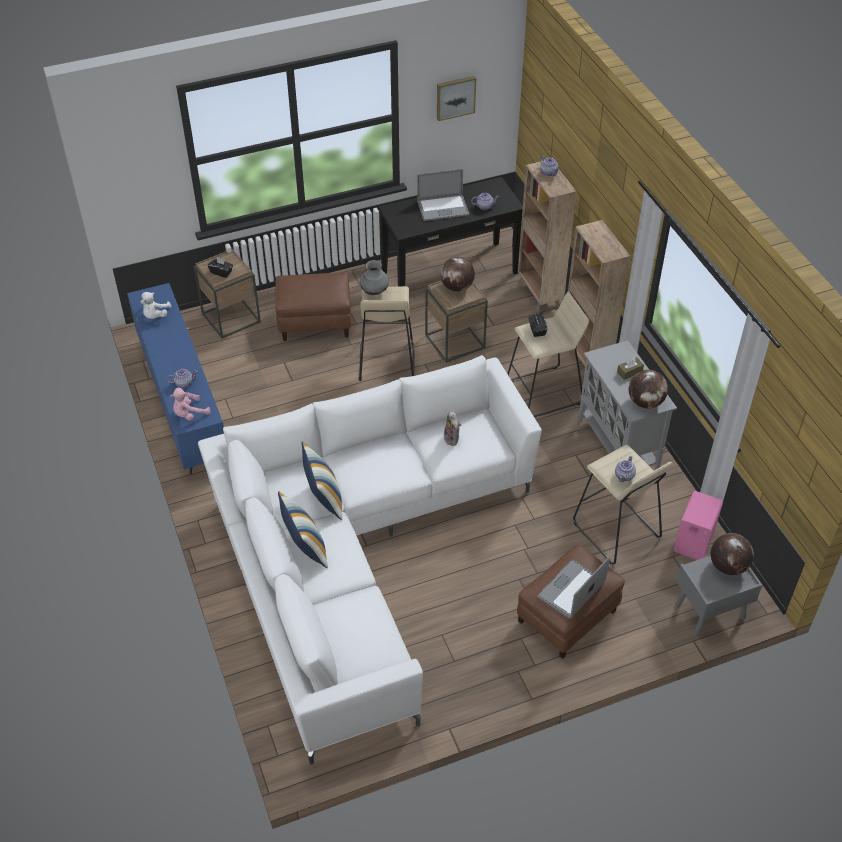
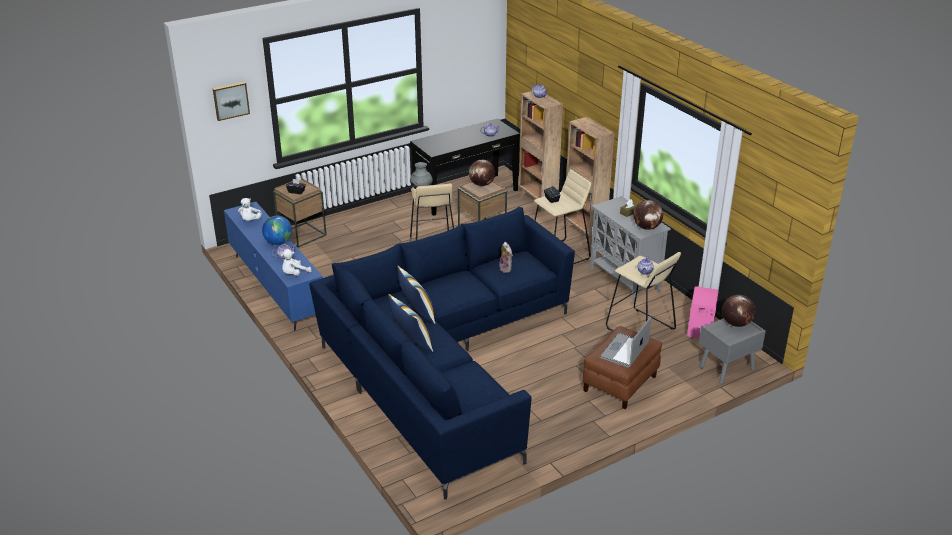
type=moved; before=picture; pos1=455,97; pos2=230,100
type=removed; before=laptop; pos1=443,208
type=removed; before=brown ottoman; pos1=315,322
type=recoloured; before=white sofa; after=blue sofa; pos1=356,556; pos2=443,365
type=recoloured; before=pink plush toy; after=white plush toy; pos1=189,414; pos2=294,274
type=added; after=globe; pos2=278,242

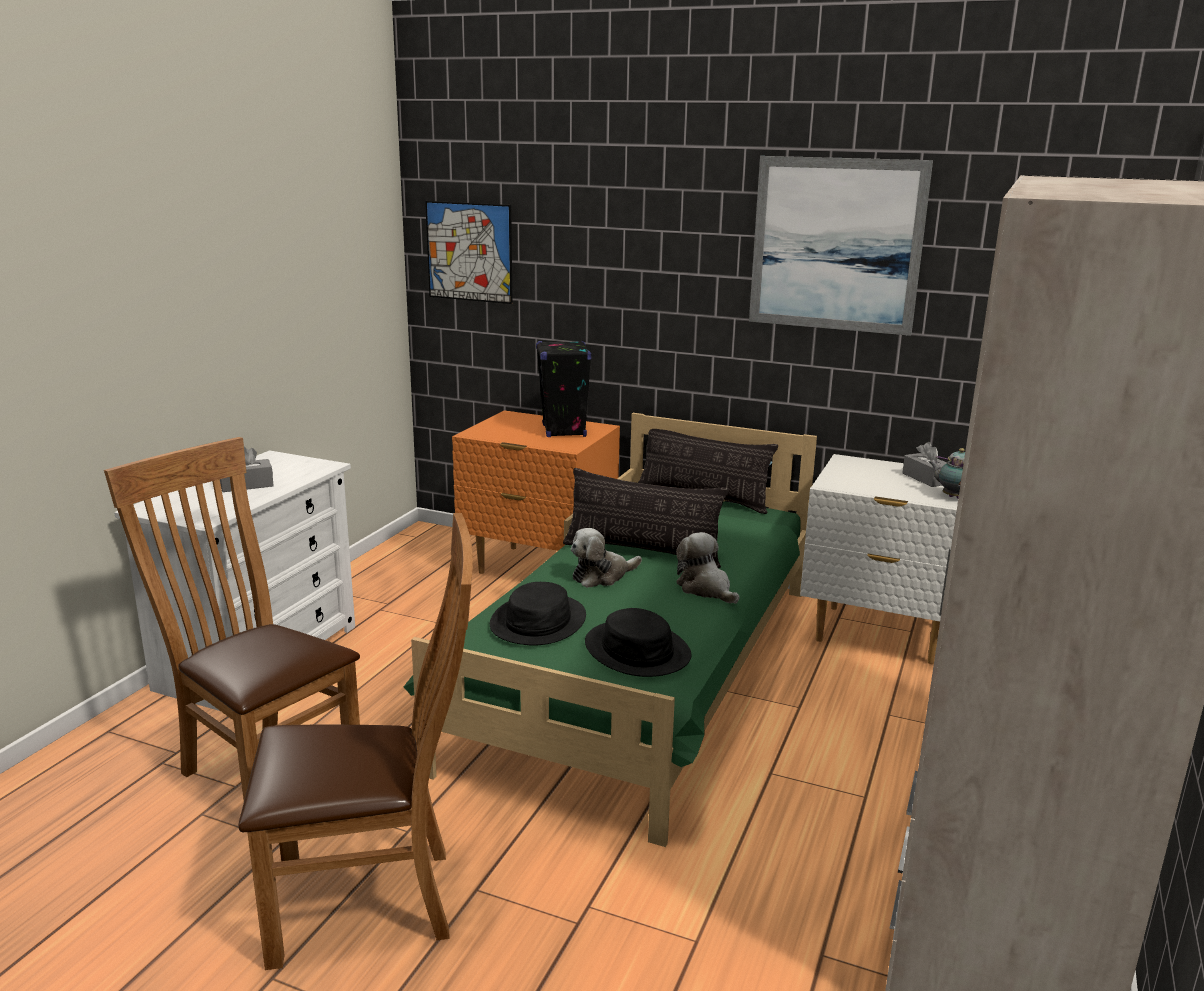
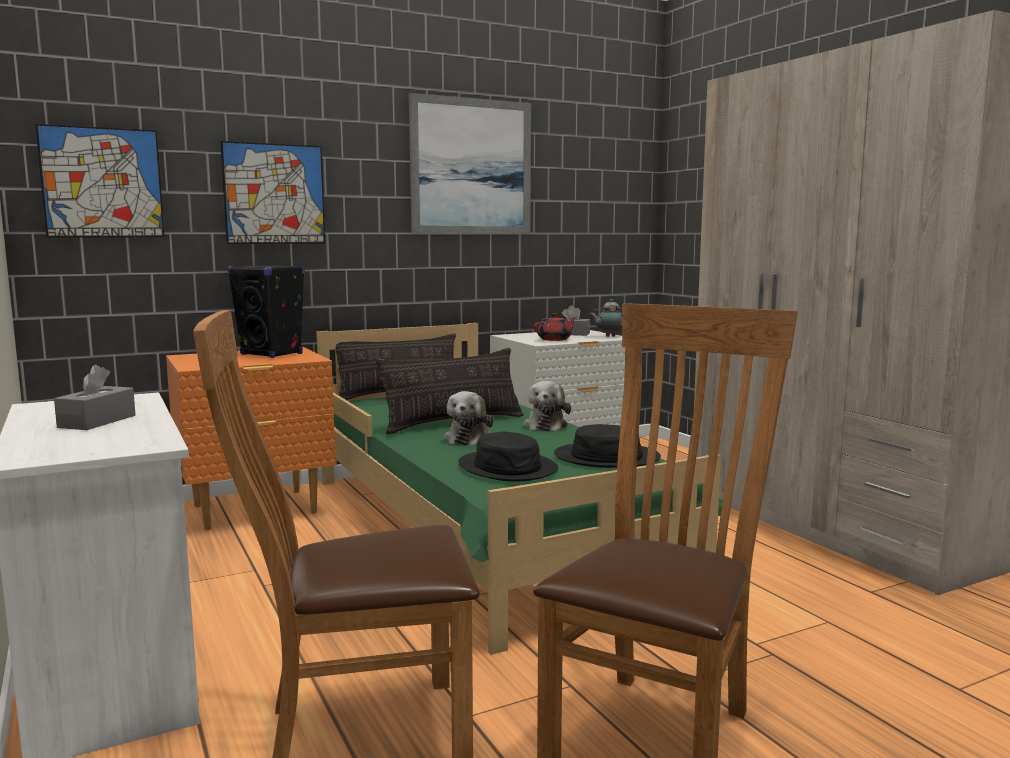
type=turned; before=plush toy; pos1=706,589; pos2=546,425; turn=-90
type=added; after=picture; pos2=274,194
type=added; after=red teapot; pos2=555,339

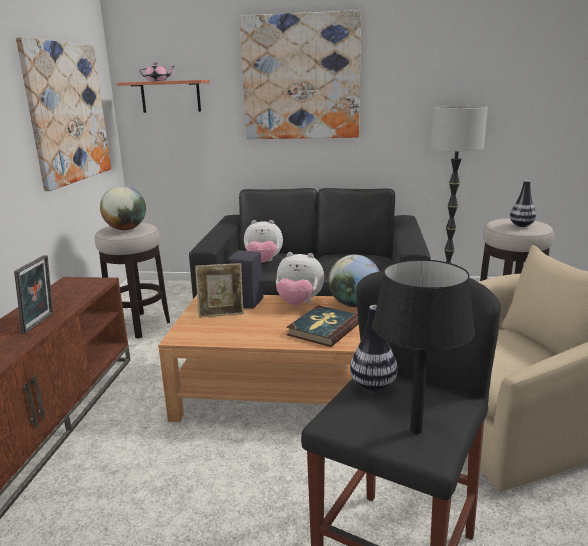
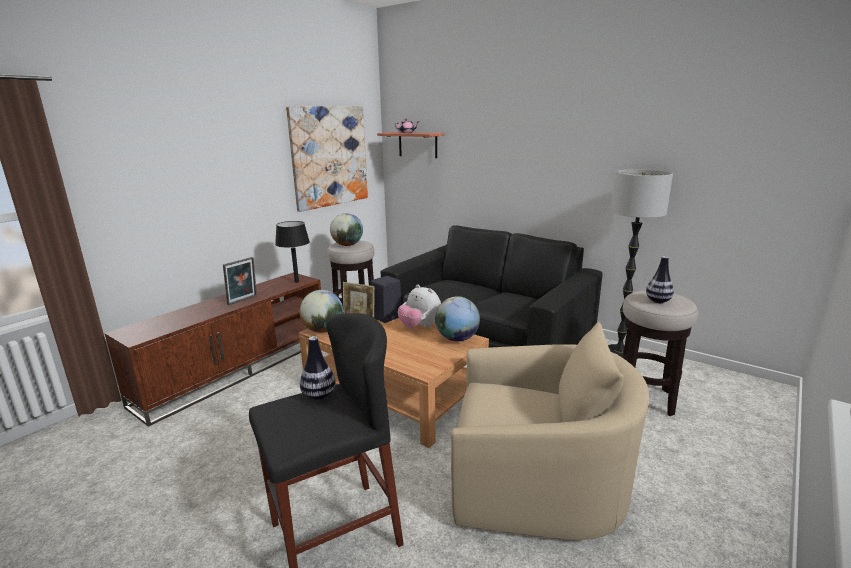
type=removed; before=picture; pos1=301,78
type=removed; before=plush toy; pos1=263,262
type=moved; before=black table lamp; pos1=416,430; pos2=296,282
type=removed; before=book; pos1=324,329
type=added; after=globe; pos2=323,330

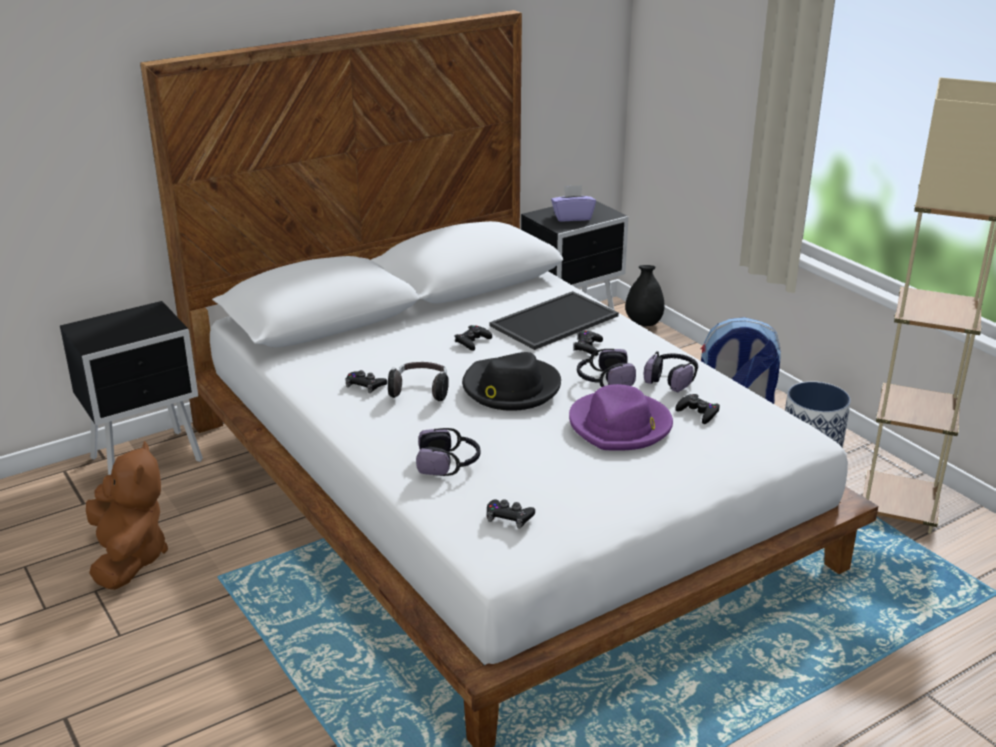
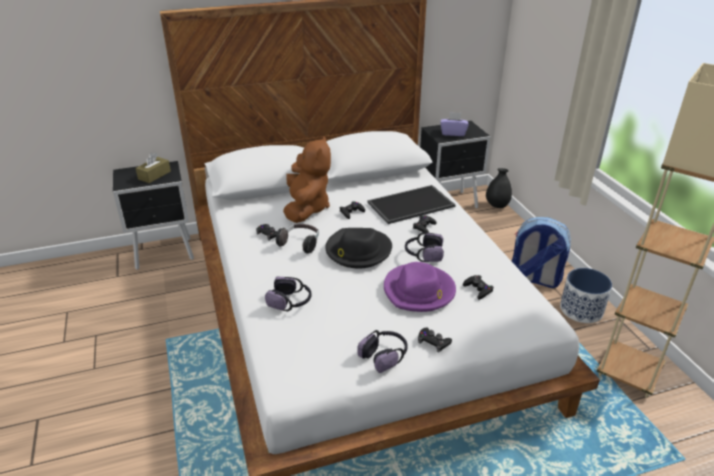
type=moved; before=headphones; pos1=672,379; pos2=384,355
type=moved; before=brown plush toy; pos1=129,558; pos2=306,208
type=moved; before=black game controller; pos1=509,517; pos2=433,342
type=added; after=brown tissue box; pos2=154,175

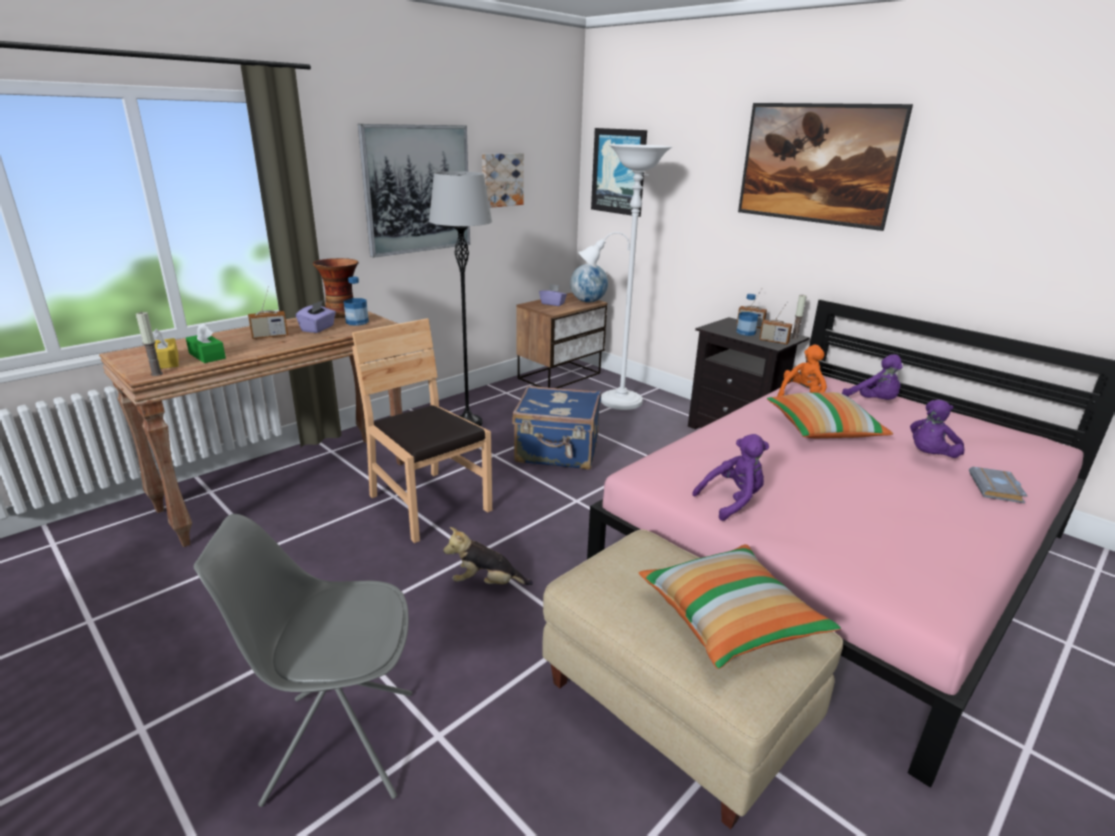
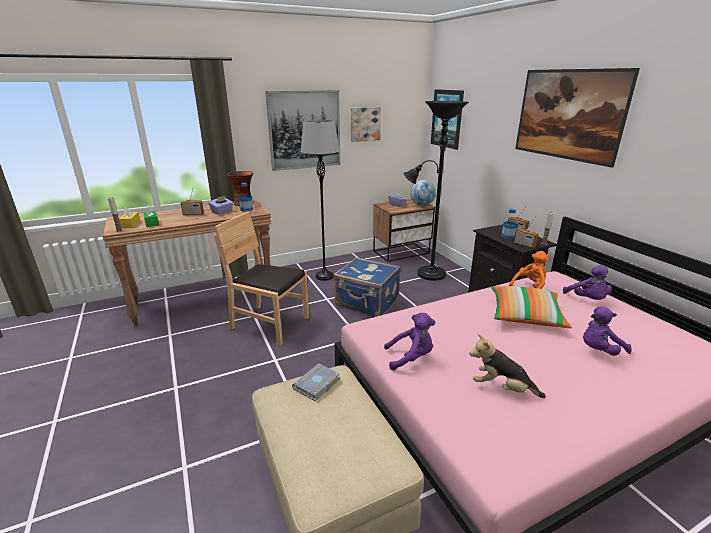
type=recoloured; before=white floor lamp; after=black floor lamp; pos1=615,401; pos2=427,273
type=turned; before=brown chair; pos1=428,504; pos2=269,323; turn=-45
type=moved; before=grey book; pos1=997,489; pos2=317,385
type=removed; before=grey chair; pos1=338,745
type=moved; before=plush toy; pos1=487,583; pos2=501,388
type=removed; before=pillow; pos1=730,619

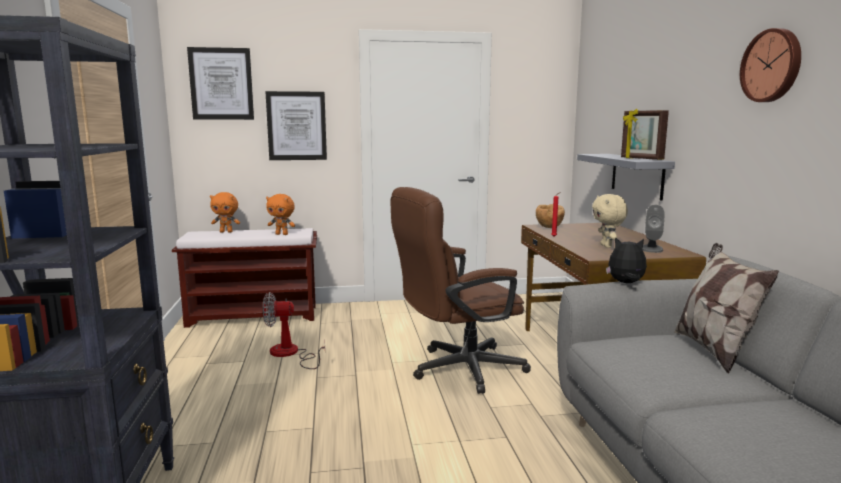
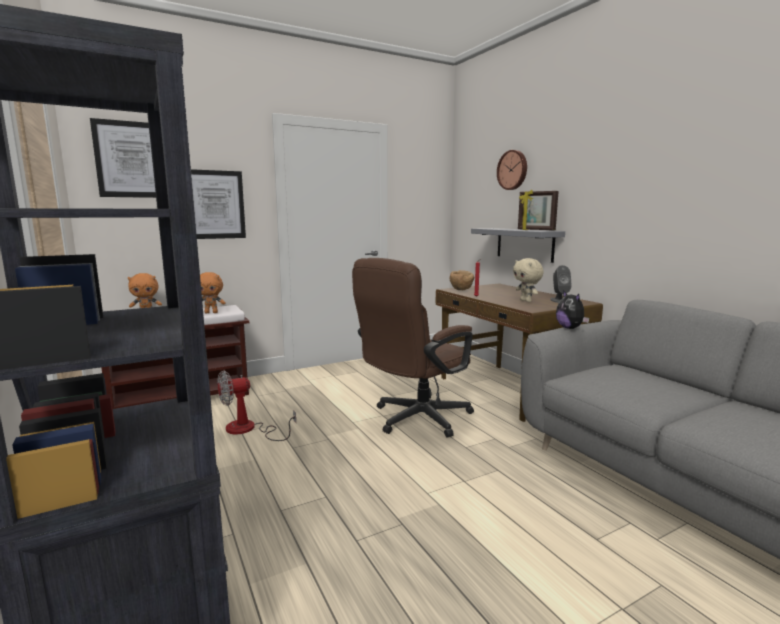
type=moved; before=wall clock; pos1=772,66; pos2=513,170
type=turned; before=plush toy; pos1=626,283; pos2=570,328; turn=-105
type=removed; before=pillow; pos1=714,350

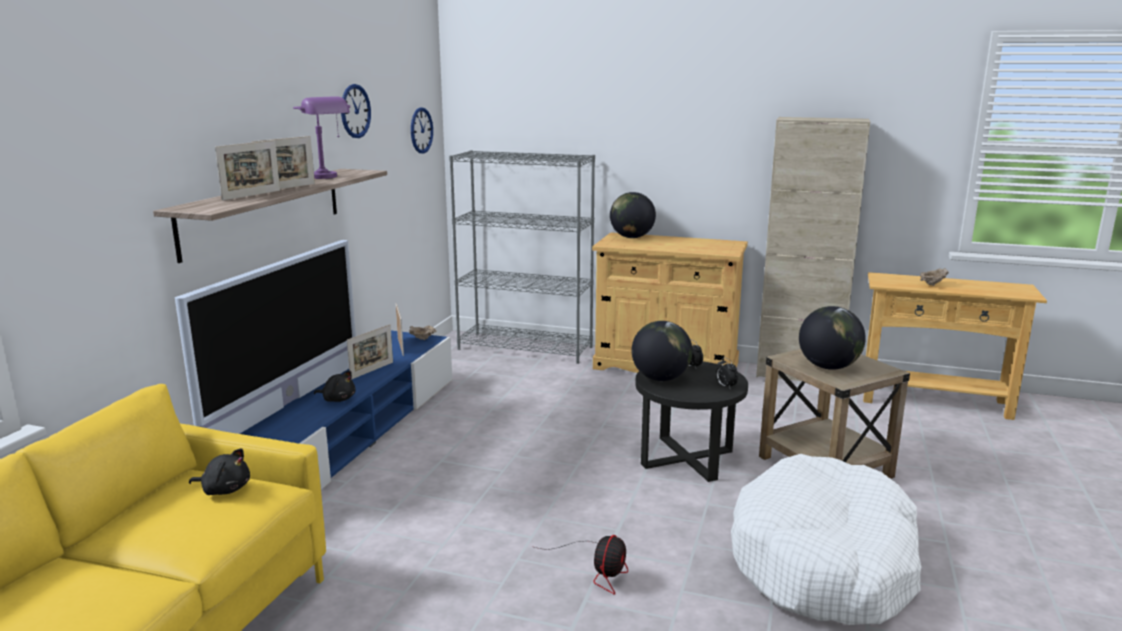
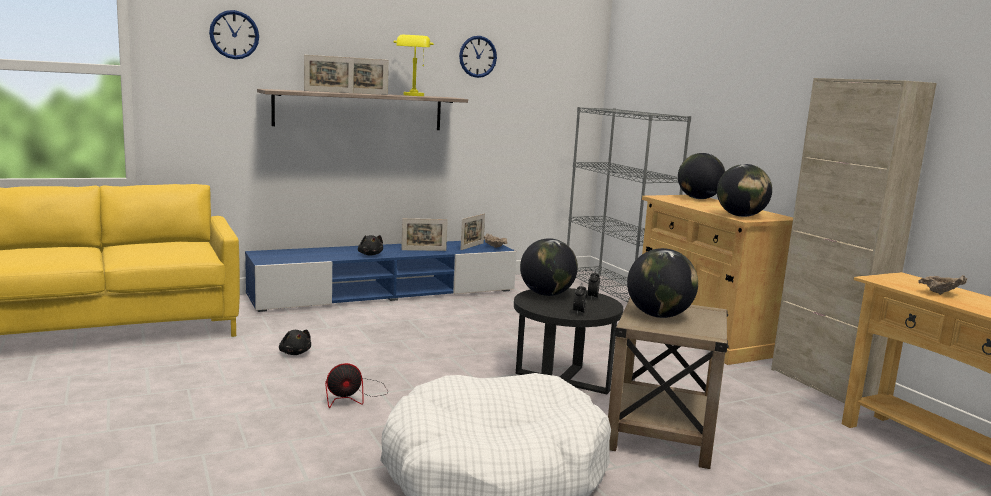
type=recoloured; before=purple table lamp; after=yellow table lamp; pos1=328,177; pos2=413,95
type=moved; before=wall clock; pos1=421,130; pos2=234,34
type=removed; before=television; pos1=288,403
type=moved; before=black plush toy; pos1=224,490; pos2=295,353
type=added; after=globe; pos2=740,216

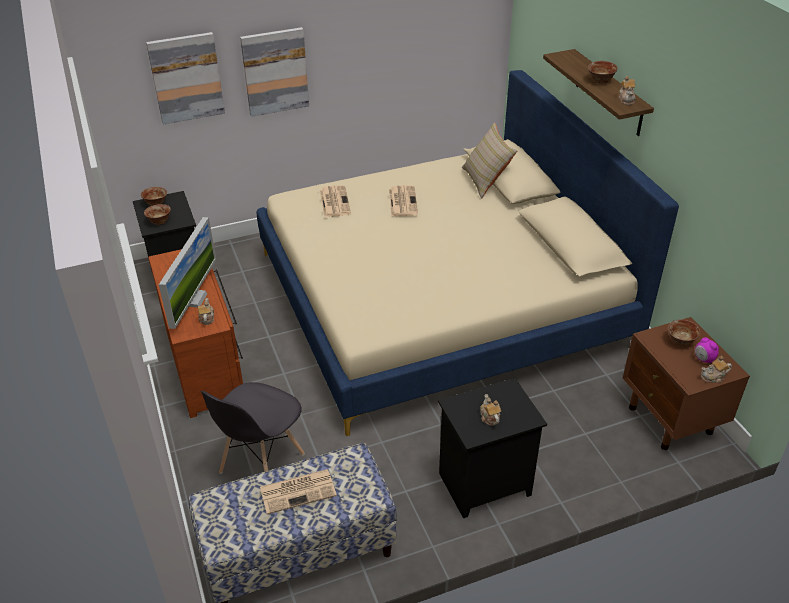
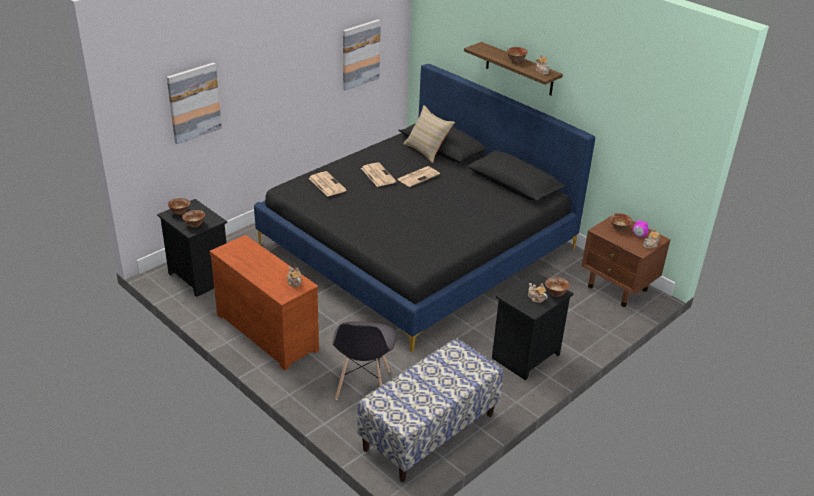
type=moved; before=picture; pos1=275,71; pos2=360,54
type=recoloured; before=beige bed; after=black bed; pos1=440,299; pos2=418,246
type=removed; before=monitor; pos1=194,299
type=moved; before=newspaper; pos1=299,491; pos2=418,176
type=added; after=bowl; pos2=555,293

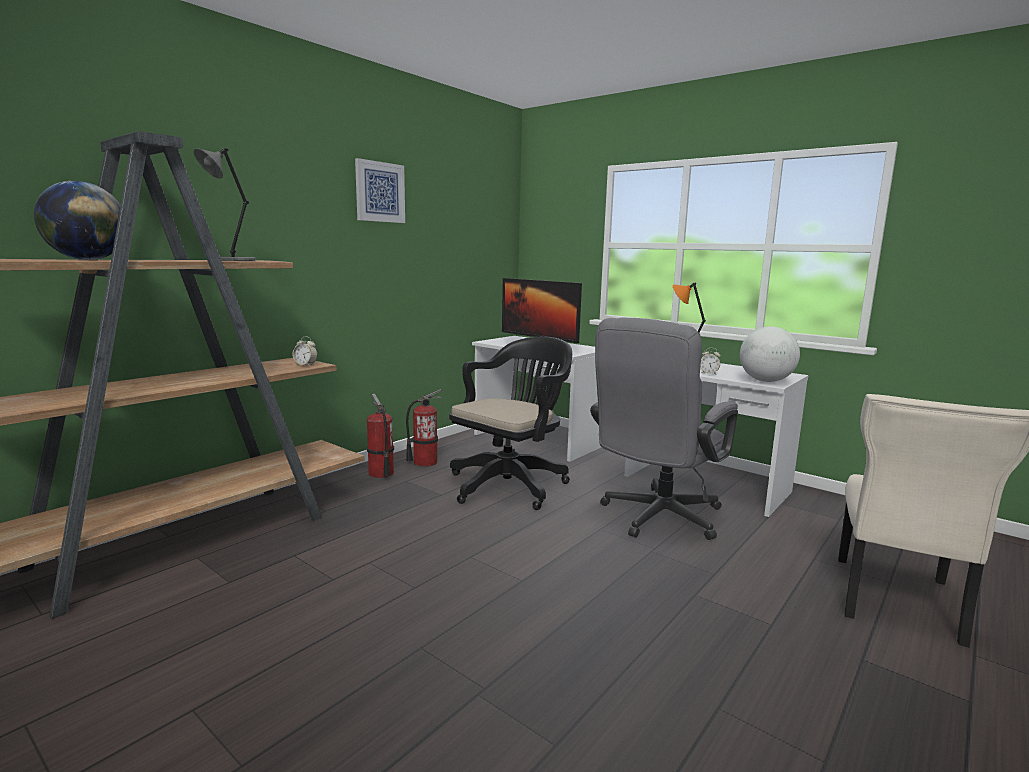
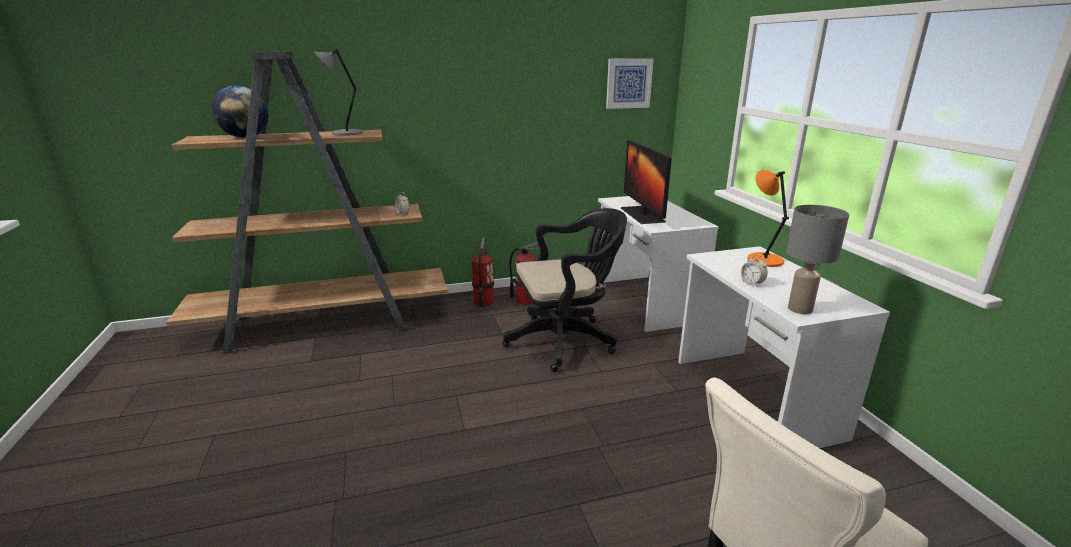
type=moved; before=picture; pos1=379,192; pos2=628,83
type=removed; before=grey office chair; pos1=656,519
type=replaced; before=globe; after=grey table lamp; pos1=766,381; pos2=800,309

